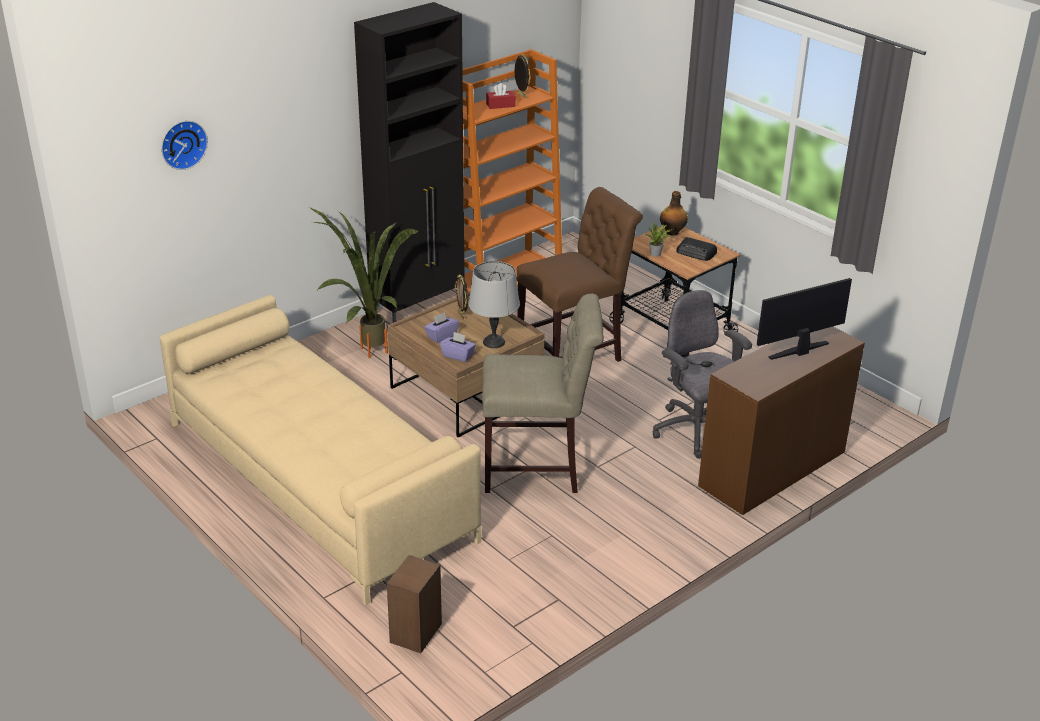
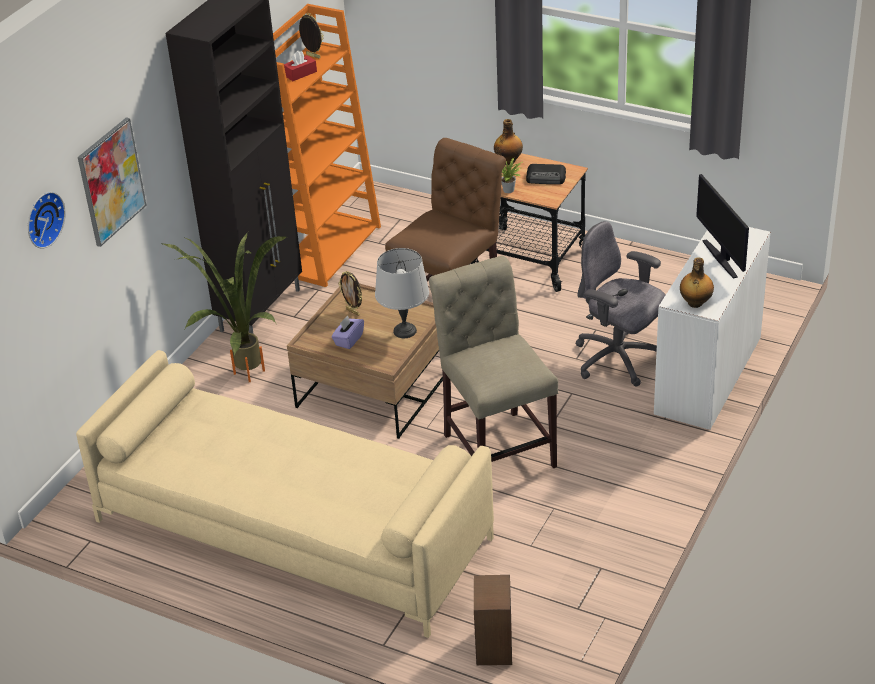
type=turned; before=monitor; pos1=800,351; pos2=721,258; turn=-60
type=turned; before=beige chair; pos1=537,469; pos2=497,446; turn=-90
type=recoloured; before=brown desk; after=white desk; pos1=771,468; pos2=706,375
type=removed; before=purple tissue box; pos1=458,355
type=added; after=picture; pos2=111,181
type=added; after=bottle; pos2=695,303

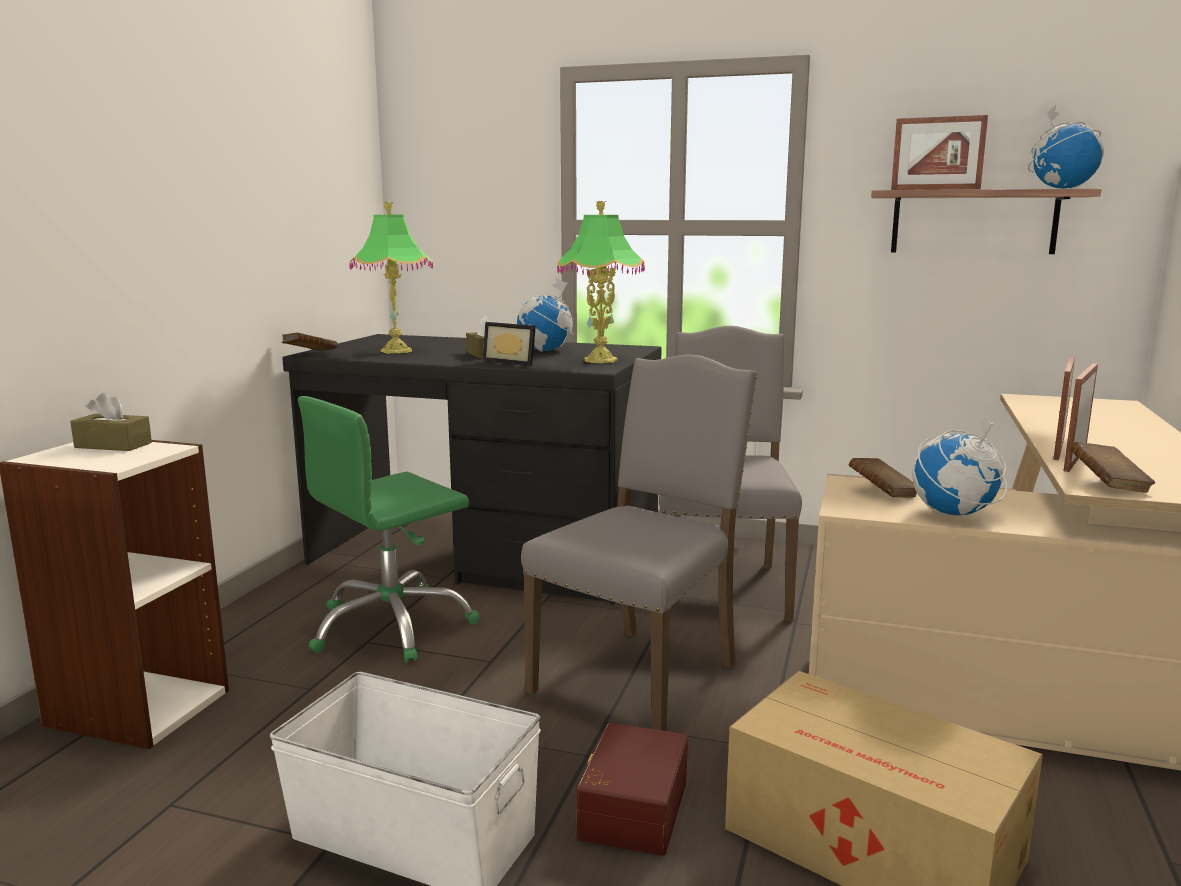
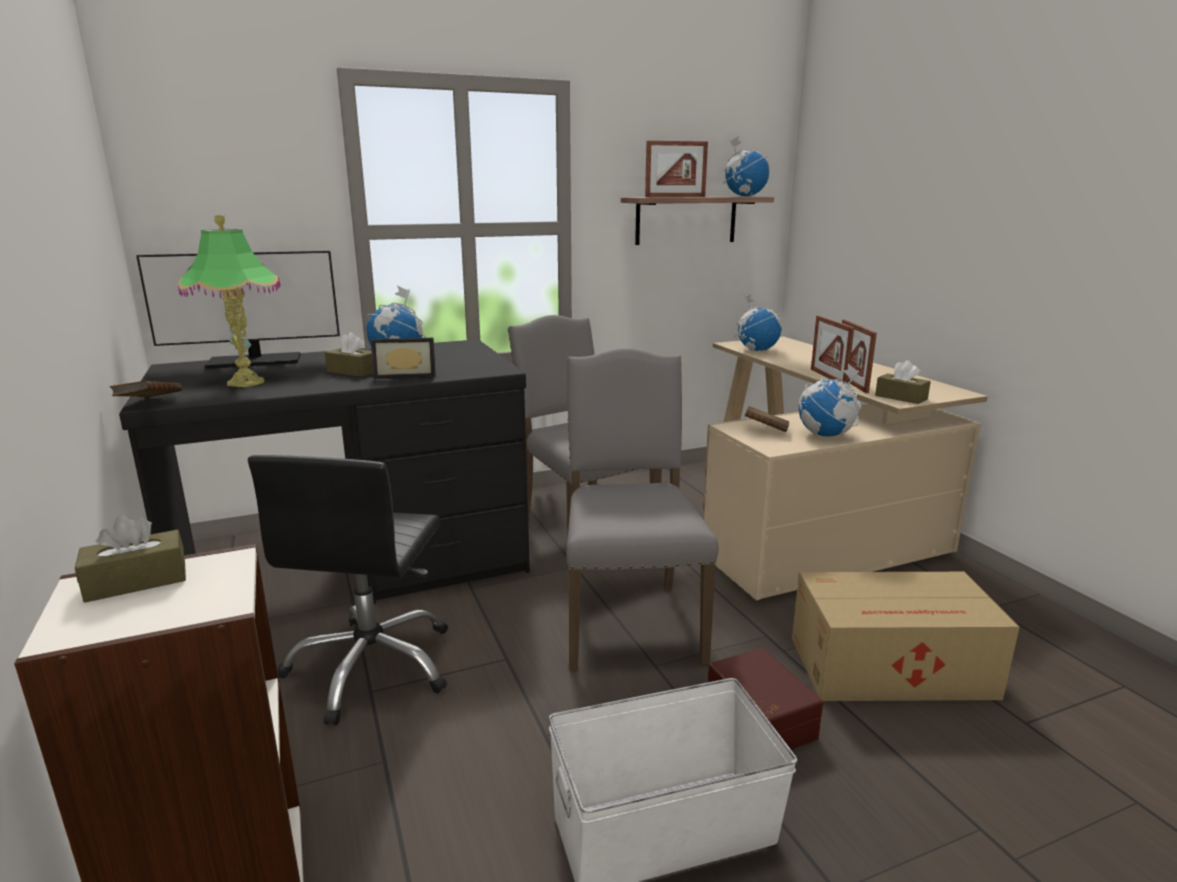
type=removed; before=table lamp; pos1=600,360
type=recoloured; before=green office chair; after=black office chair; pos1=392,626; pos2=372,666
type=replaced; before=brown book; after=brown tissue box; pos1=1108,484; pos2=901,397
type=added; after=monitor; pos2=254,361
type=added; after=globe; pos2=757,350

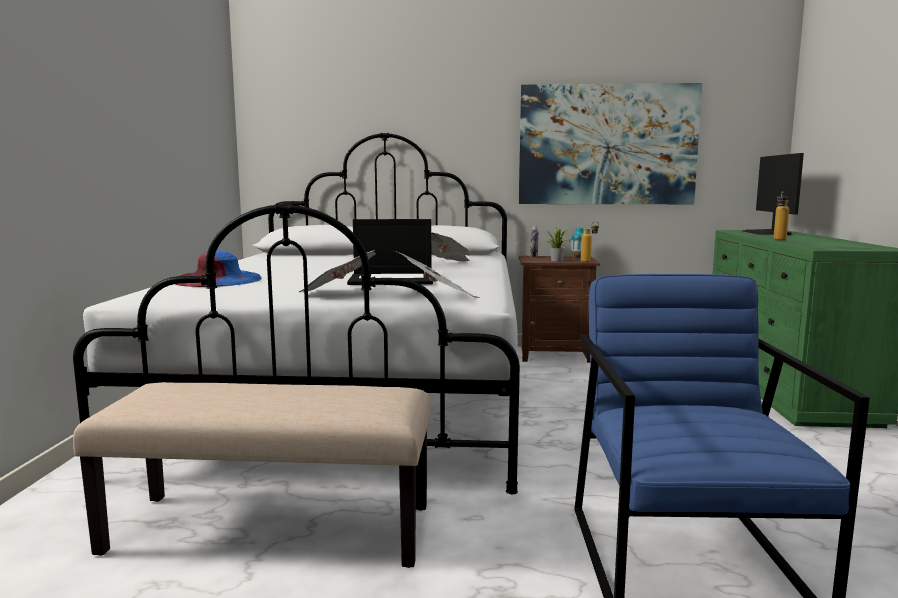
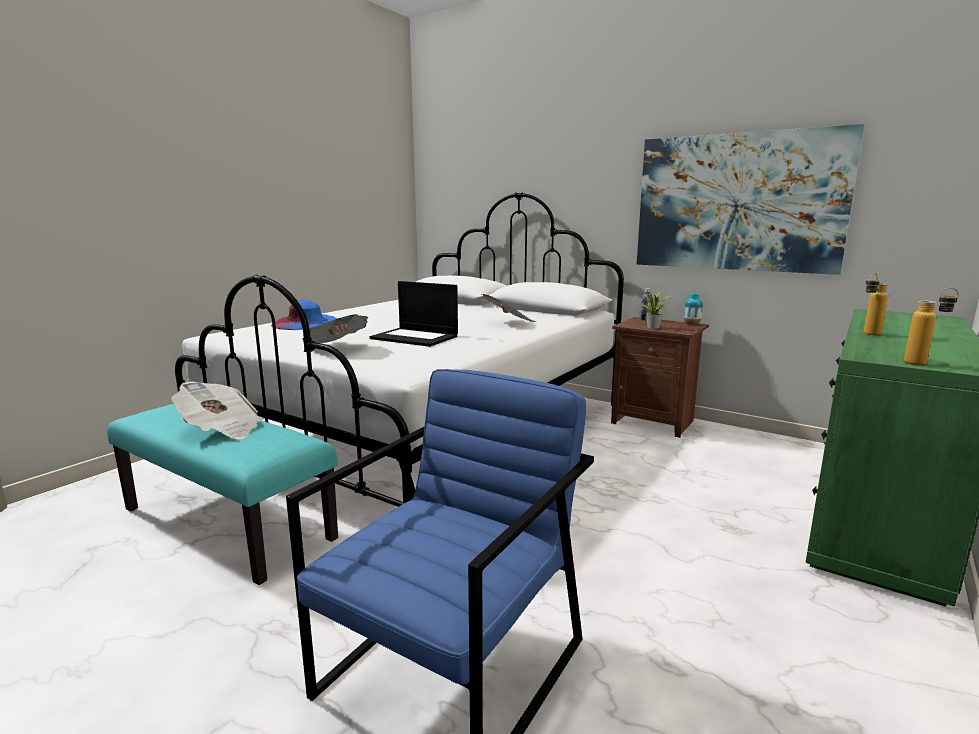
type=removed; before=monitor; pos1=767,232
type=moved; before=bottle; pos1=589,261; pos2=923,363
type=moved; before=newspaper; pos1=437,297; pos2=221,429
type=recoloured; before=beige bench; after=turquoise bench; pos1=273,529; pos2=229,524

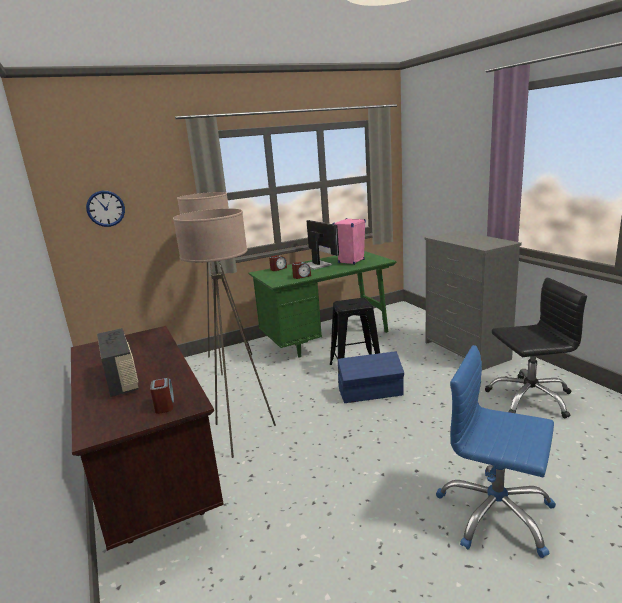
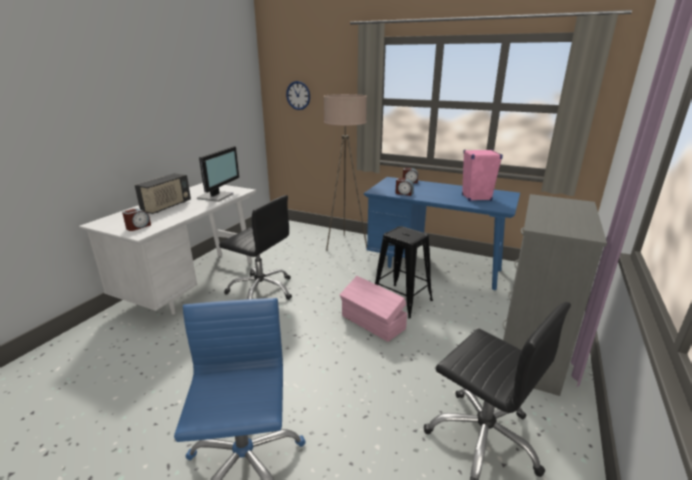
type=replaced; before=beige floor lamp; after=black office chair; pos1=241,434; pos2=261,290
type=moved; before=monitor; pos1=317,265; pos2=217,196
type=recoloured; before=green desk; after=blue desk; pos1=327,339; pos2=434,266
type=recoloured; before=brown desk; after=white desk; pos1=155,483; pos2=192,285
type=recoloured; before=blue storage box; after=pink storage box; pos1=371,392; pos2=373,323

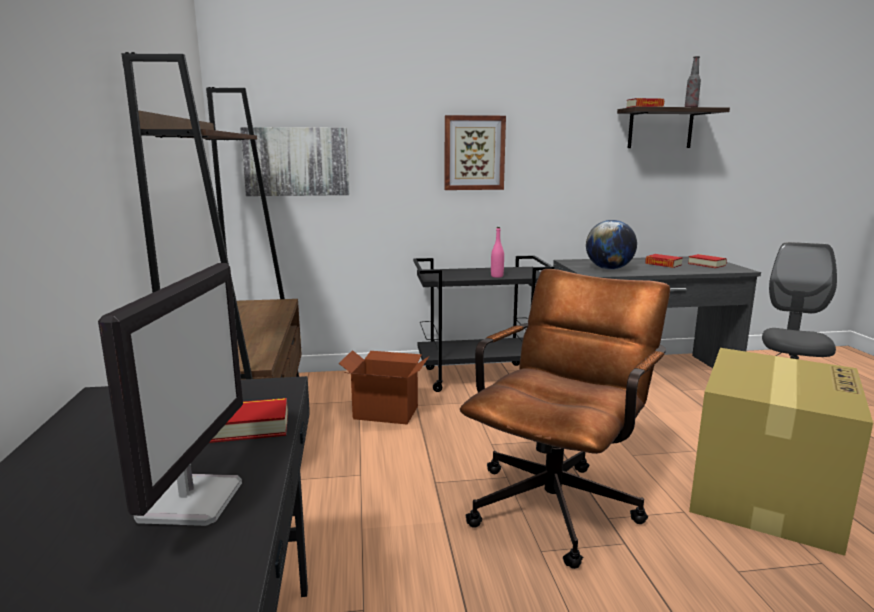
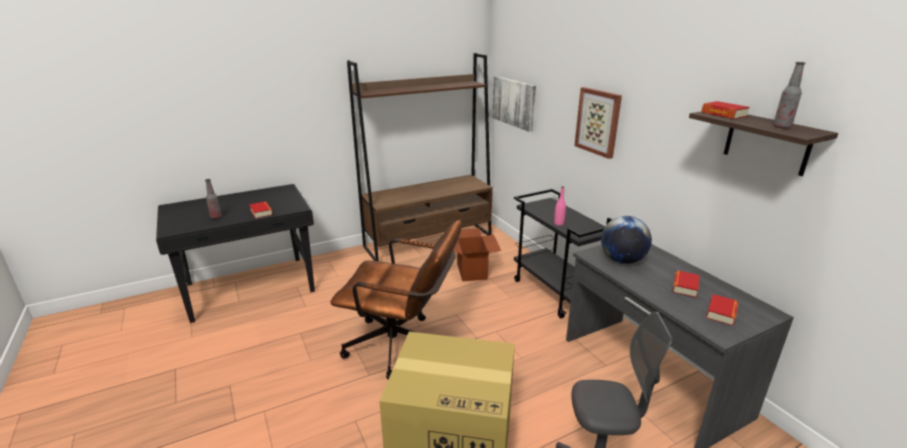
type=replaced; before=monitor; after=bottle; pos1=191,500; pos2=216,217

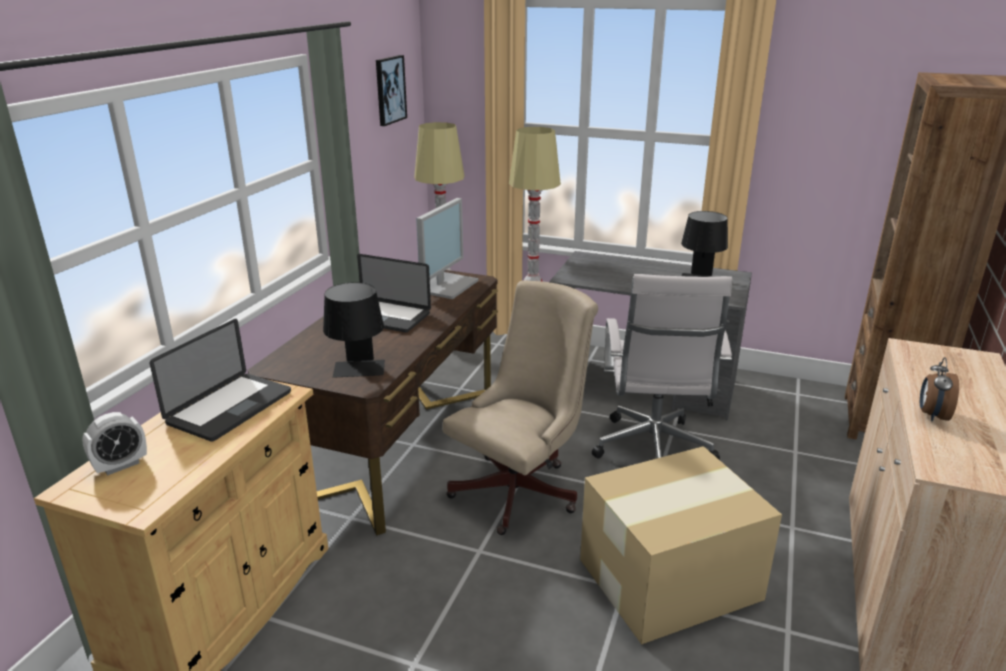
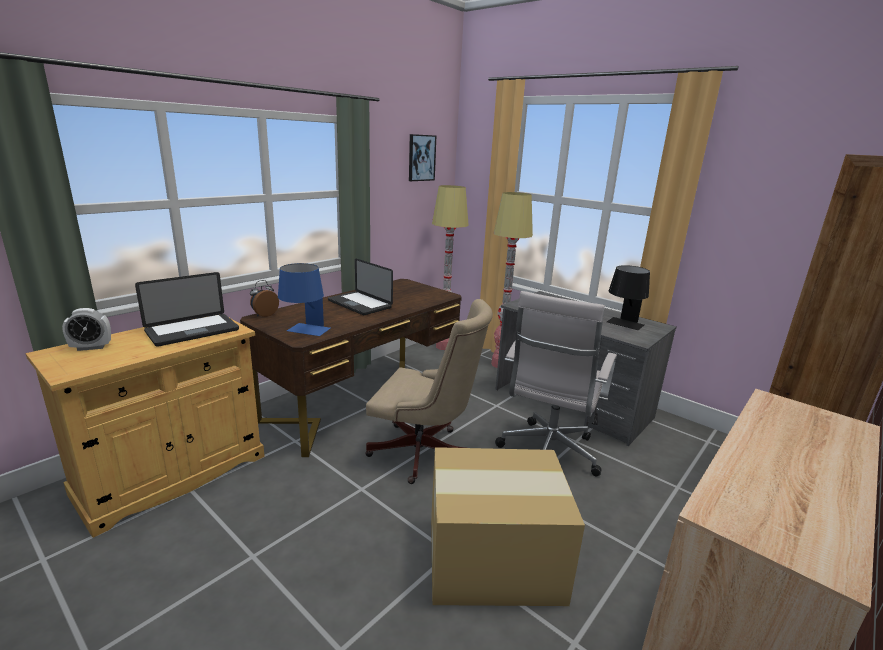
type=removed; before=monitor; pos1=444,285
type=turned; before=beige office chair; pos1=521,489; pos2=425,454; turn=45
type=recoloured; before=black table lamp; after=blue table lamp; pos1=358,373; pos2=304,332
type=moved; before=alarm clock; pos1=932,415; pos2=264,314

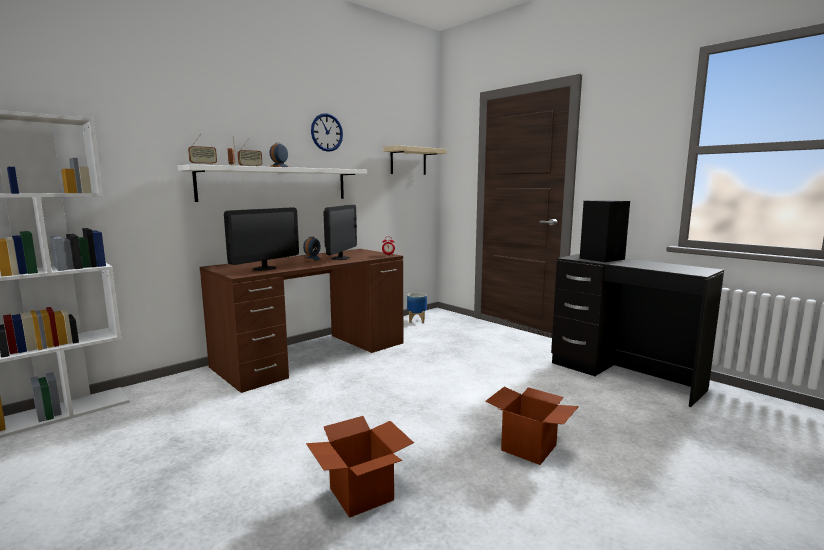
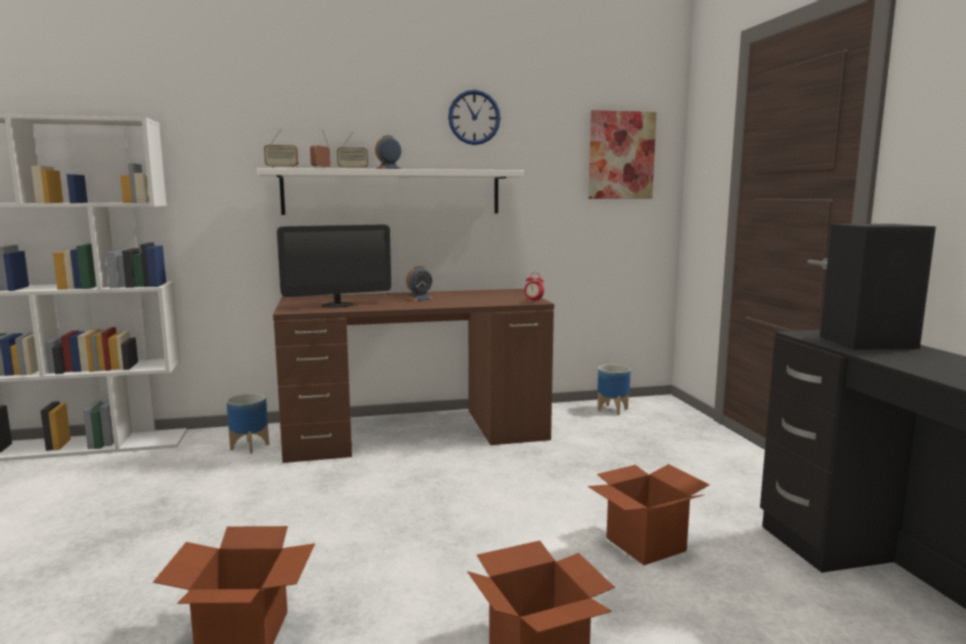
type=replaced; before=beige shelf; after=picture; pos1=408,161; pos2=621,155
type=removed; before=monitor; pos1=340,258
type=added; after=planter; pos2=250,447
type=added; after=cardboard box; pos2=646,544

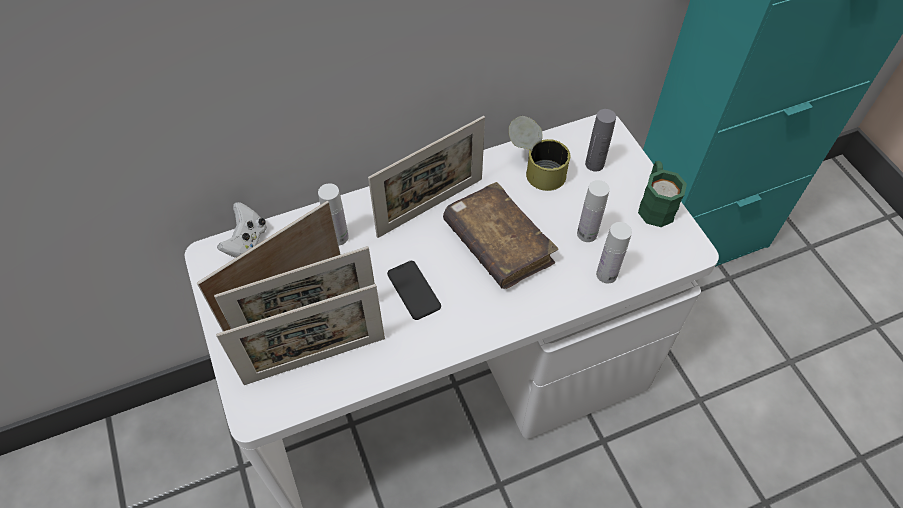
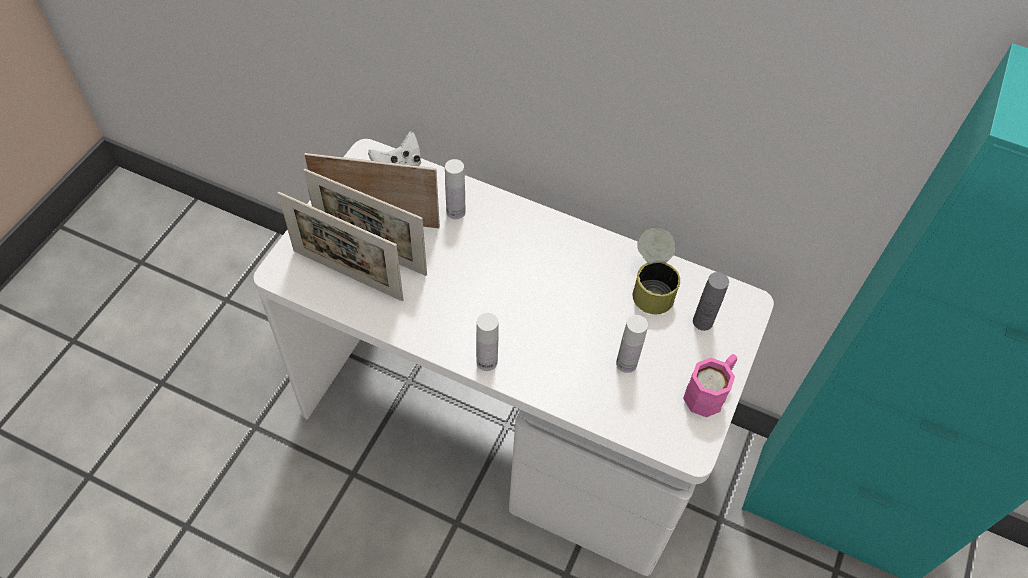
type=removed; before=picture frame; pos1=430,207
type=recoloured; before=green mug; after=pink mug; pos1=655,204; pos2=709,392
type=removed; before=brown book; pos1=498,244
type=moved; before=white bottle; pos1=606,274; pos2=486,361
type=removed; before=phone; pos1=413,290

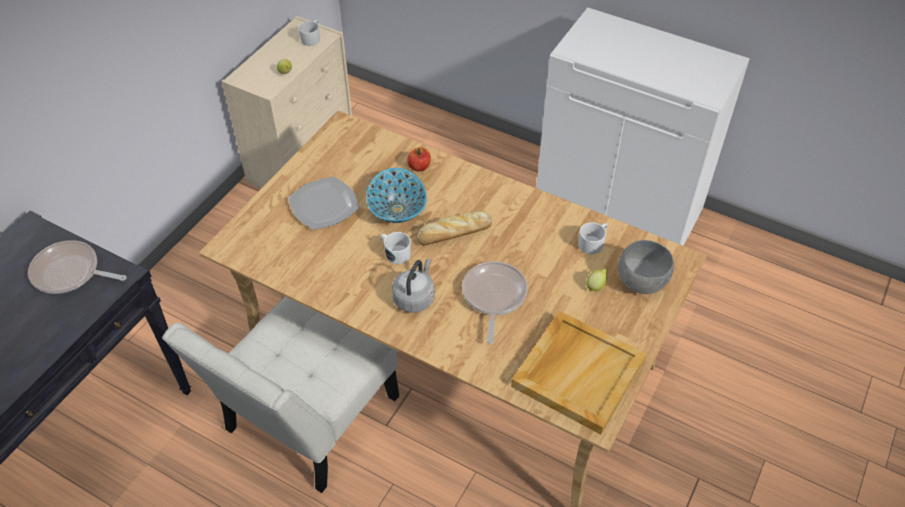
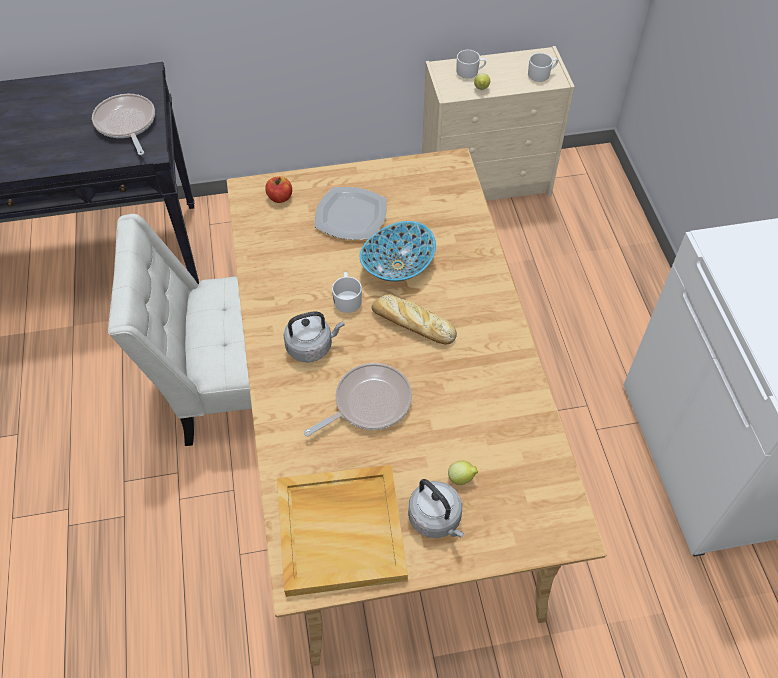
type=moved; before=apple; pos1=419,167; pos2=280,197
type=moved; before=white mug; pos1=593,243; pos2=470,72
type=removed; before=grey bowl; pos1=642,281
type=added; after=grey kettle; pos2=436,519

